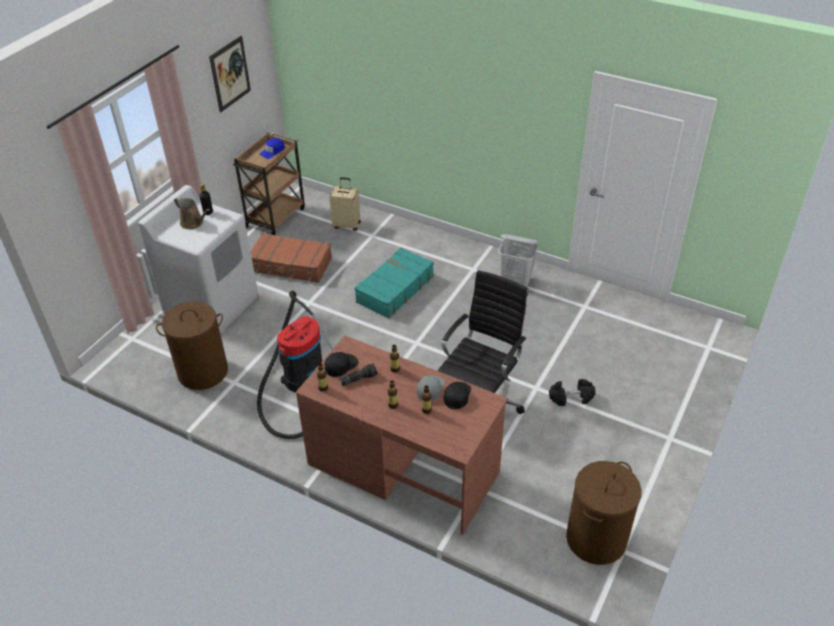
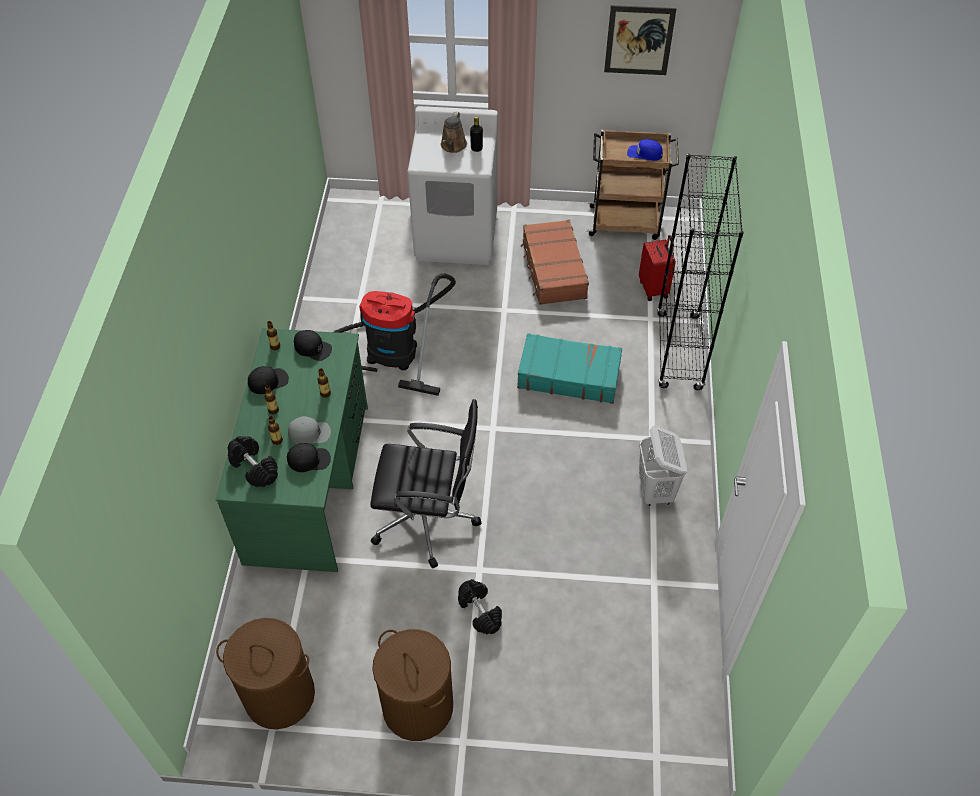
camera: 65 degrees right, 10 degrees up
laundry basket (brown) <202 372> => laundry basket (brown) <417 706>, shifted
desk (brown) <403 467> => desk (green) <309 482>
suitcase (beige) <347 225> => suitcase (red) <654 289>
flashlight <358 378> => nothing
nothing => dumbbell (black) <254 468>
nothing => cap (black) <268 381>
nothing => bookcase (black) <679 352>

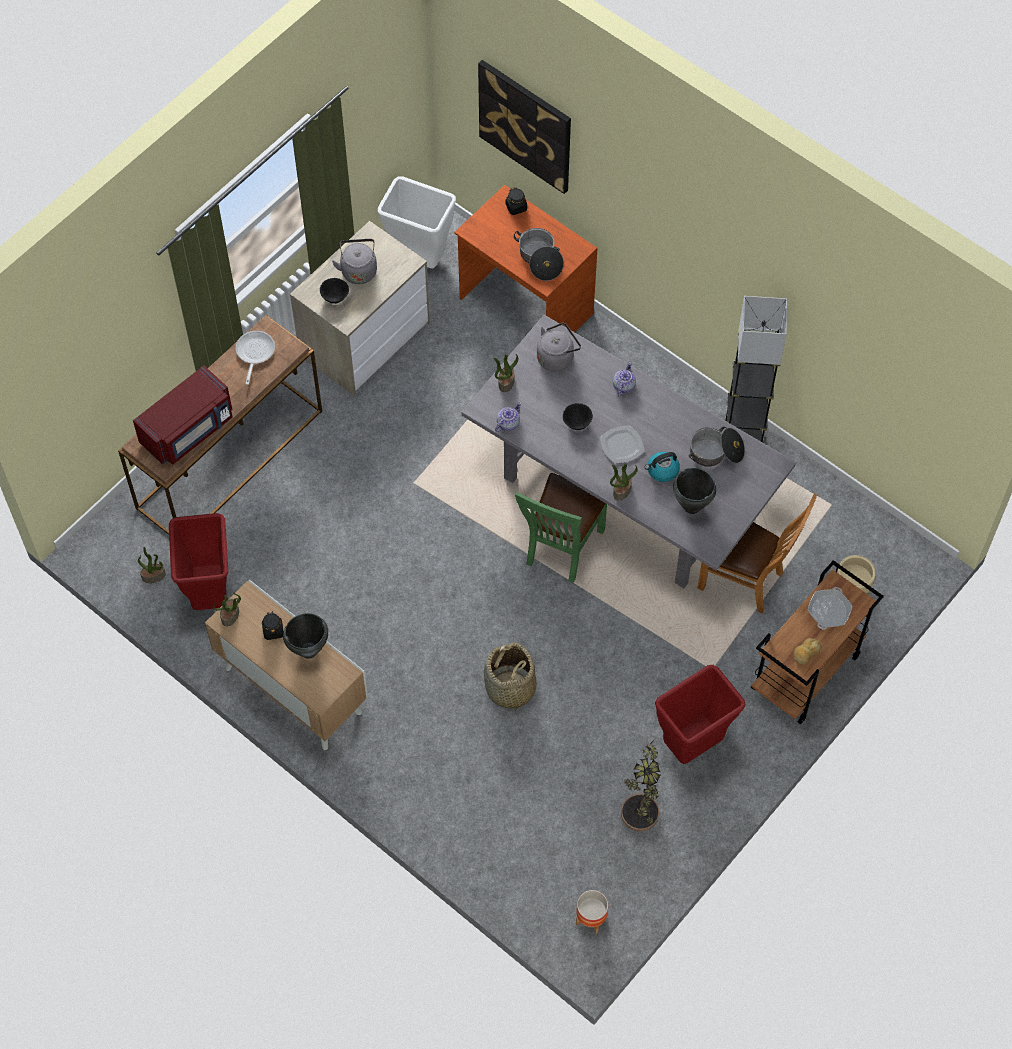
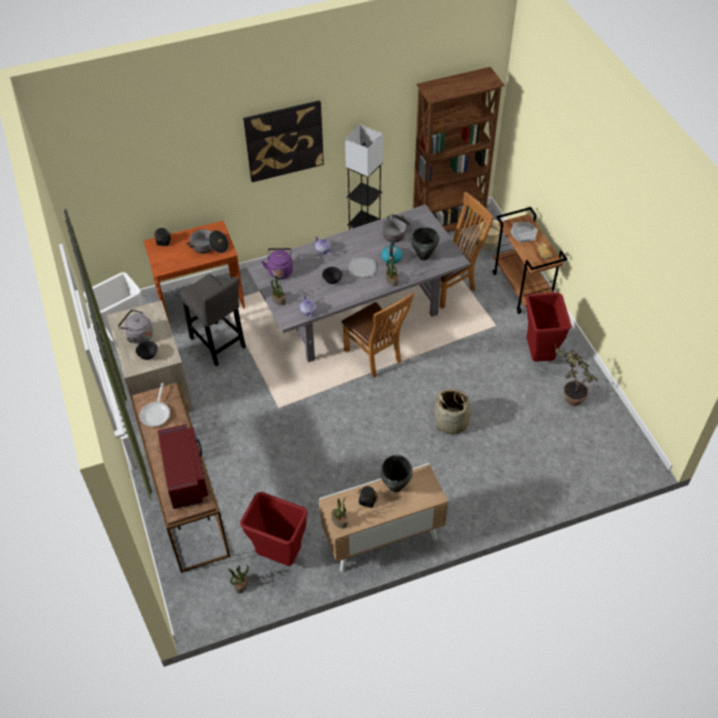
camera: 60 degrees left, 10 degrees down
frying pan <254 353> => frying pan <156 413>, 120 degrees counterclockwise
picture <525 125> => picture <284 140>, shifted
chair (green) <561 550> => chair (brown) <375 357>
kettle (grey) <557 357> => kettle (purple) <280 270>
planter <591 919> => nothing
nothing => stool (grey) <218 345>
nothing => bookcase (brown) <448 226>

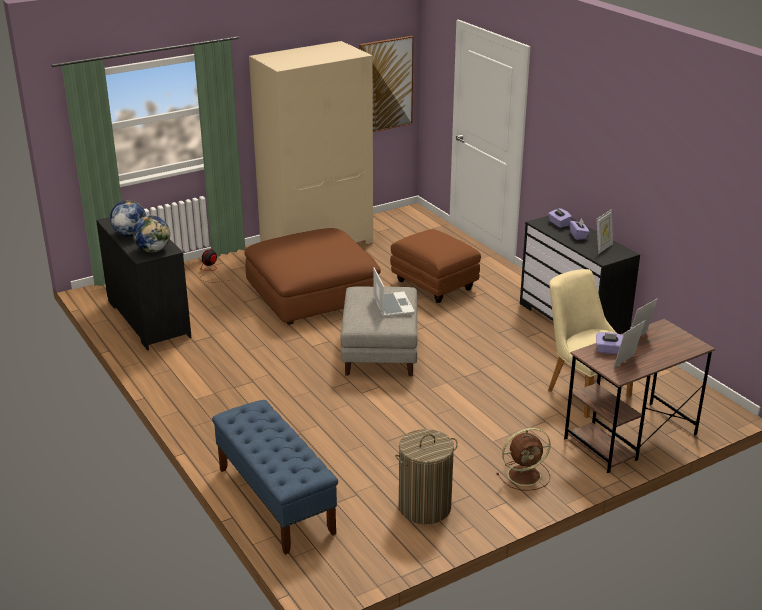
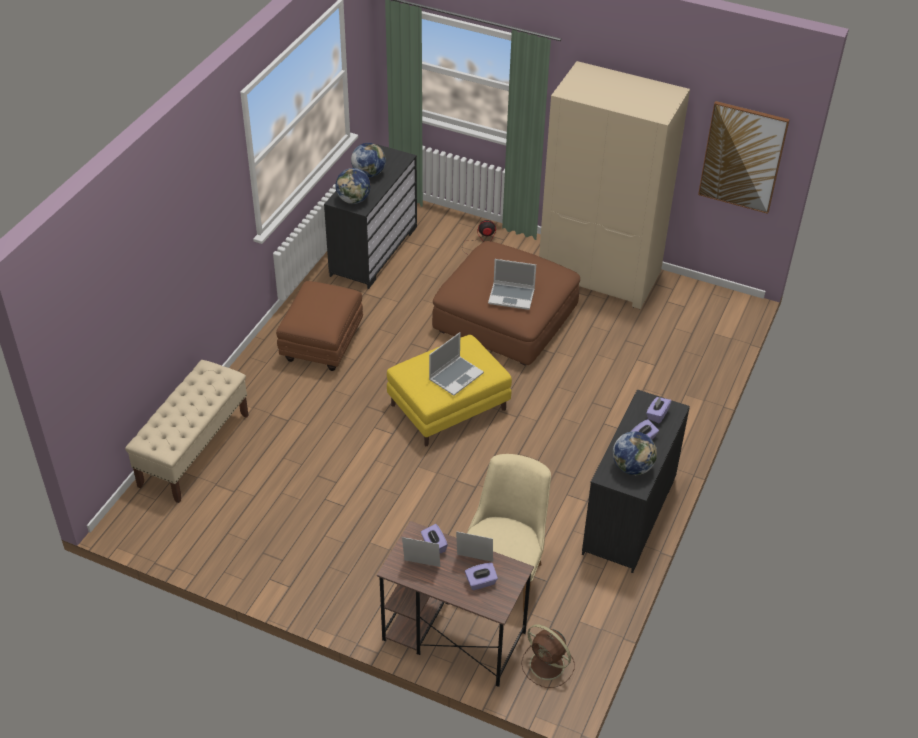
camera: 55 degrees right, 15 degrees up
bench (blue) <275 500> => bench (beige) <194 450>
ottoman (grey) <379 351> => ottoman (yellow) <449 407>
ottoman (brown) <433 285> => ottoman (brown) <322 344>, shifted
laundry basket <424 507> => nothing
fan (brown) <525 475> => fan (brown) <548 666>, shifted
picture frame <603 248> => globe <632 467>
nothing => tissue box (purple) <481 582>
nothing => laptop <512 296>

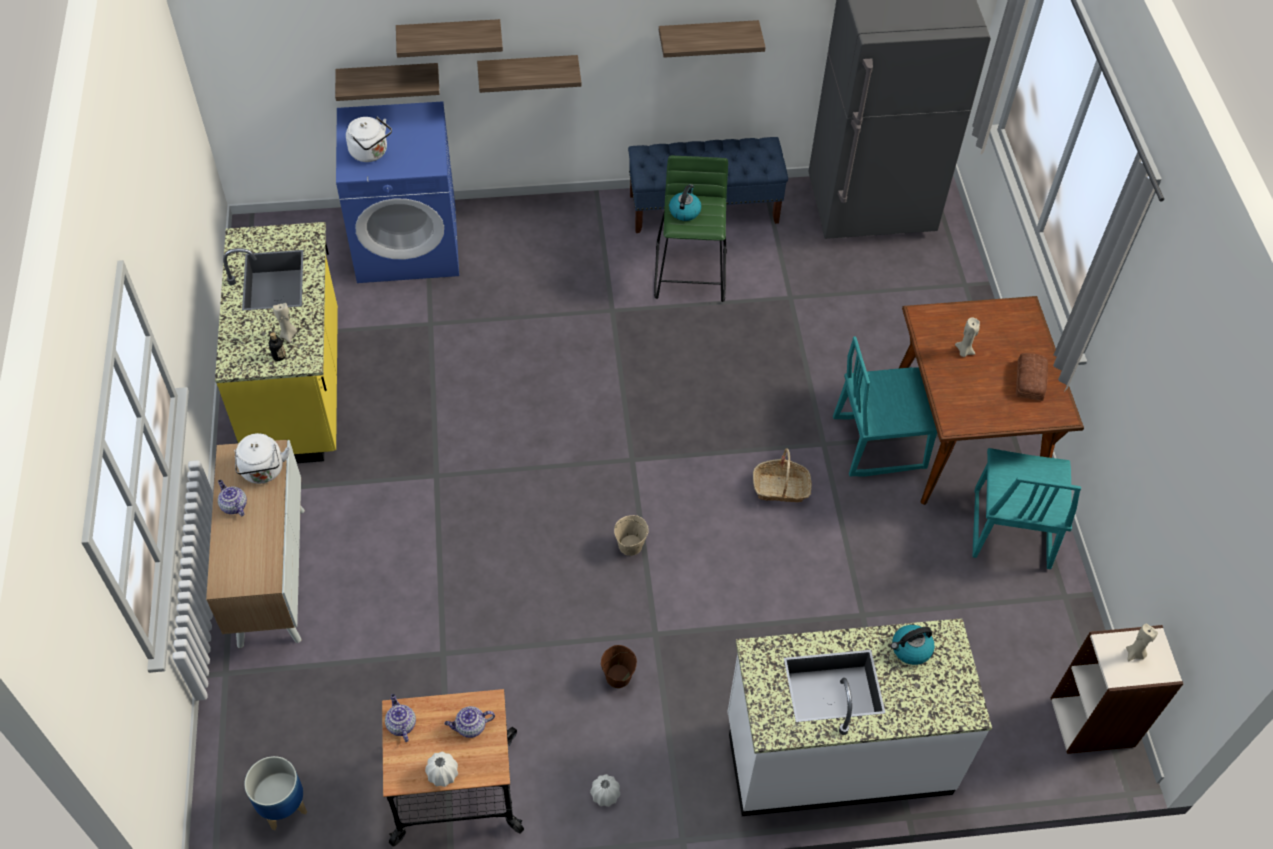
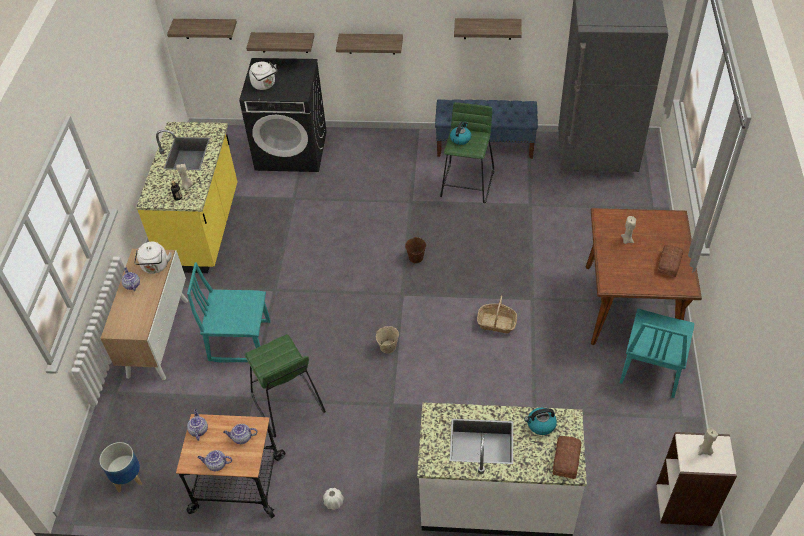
camera: 15 degrees right, 5 degrees down
washing machine (blue) <408 244> => washing machine (black) <292 150>
shelf <449 37> => shelf <207 28>, shifted
vase (white) <442 774> => teapot <216 464>
bucket (brown) <618 677> => bucket (brown) <416 258>, shifted
chair (turquoise) <879 442> => chair (turquoise) <240 340>, shifted
nothing => stool (green) <287 404>
nothing => bread <565 460>

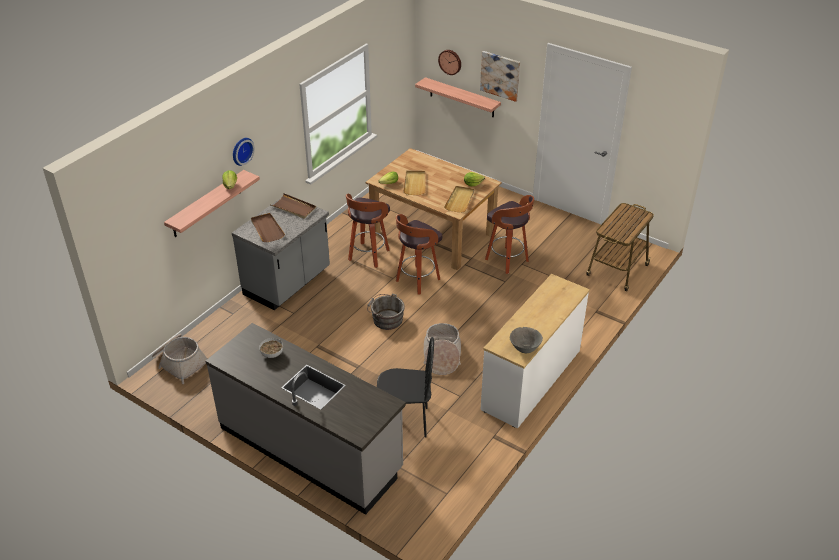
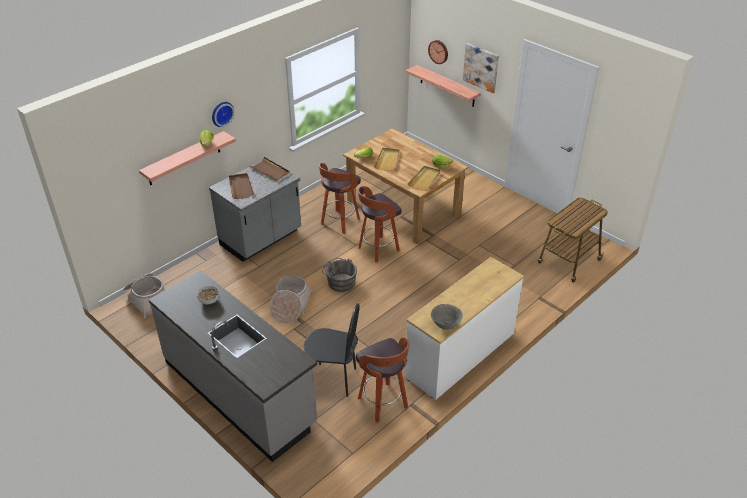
camera: 10 degrees right, 0 degrees up
basket <441 356> => basket <290 306>, shifted
stool <508 261> => stool <383 403>, shifted

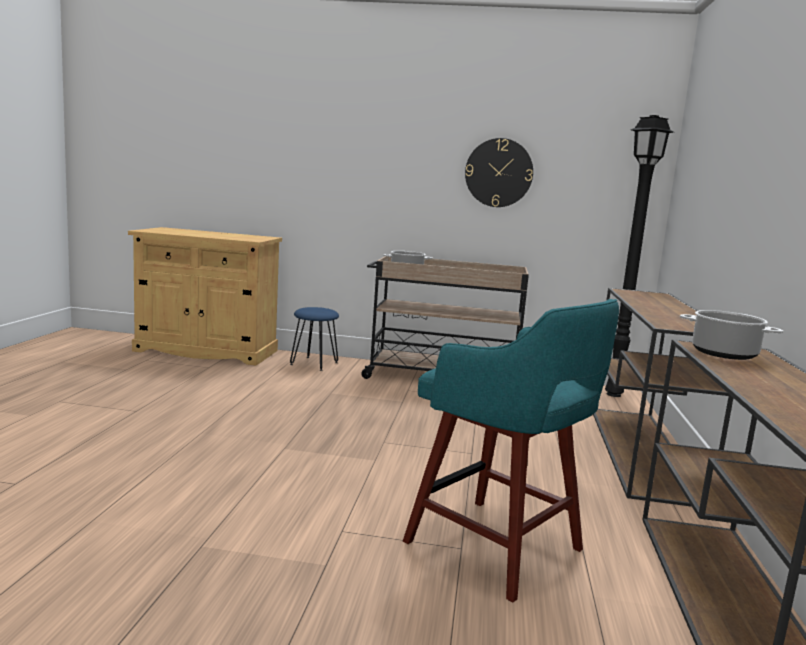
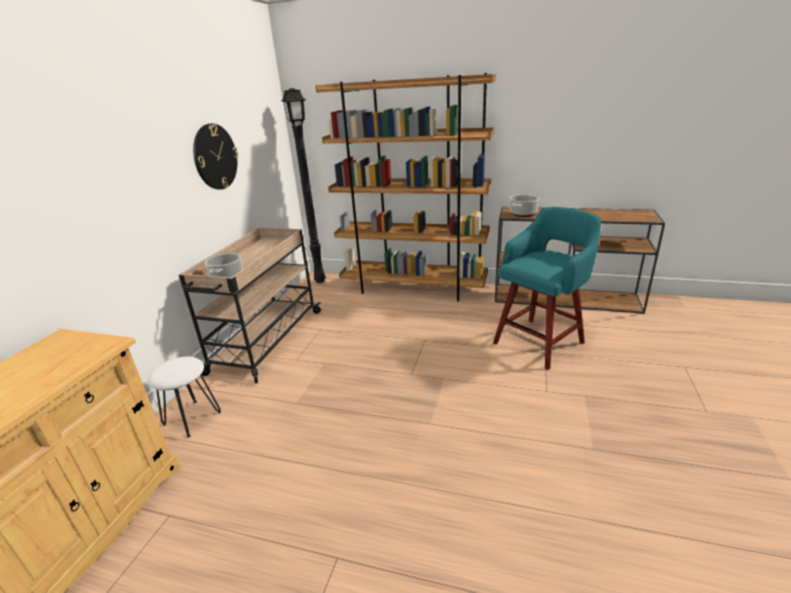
camera: 80 degrees left, 15 degrees up
stool (blue) <314 363> => stool (white) <191 418>
console table (brown) <642 452> => bookcase (brown) <414 288>

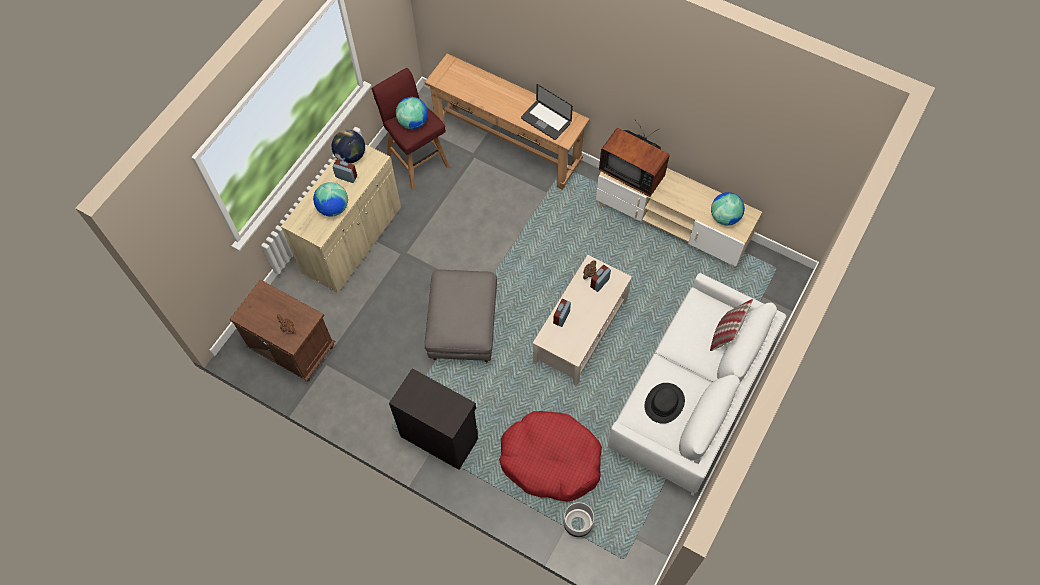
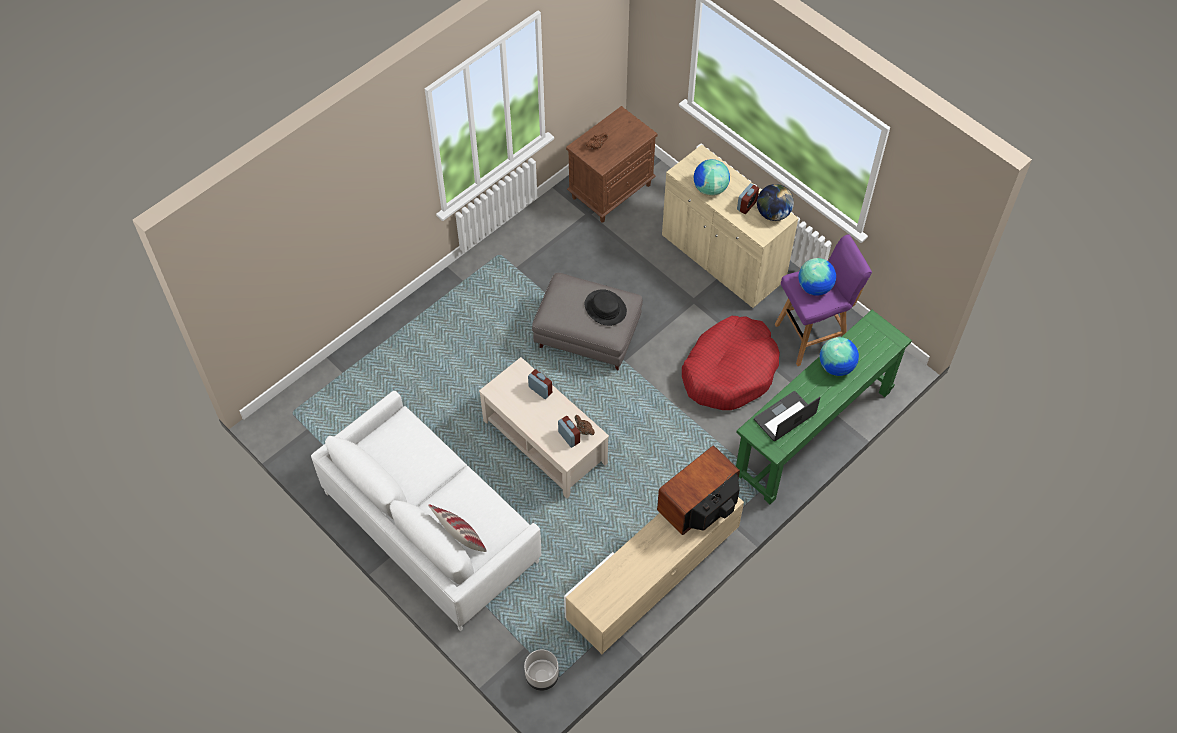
camera: 105 degrees right, 5 degrees down
stool (red) <417 161> => stool (purple) <812 336>
cabinet (black) <439 436> => nothing
console table (brown) <507 146> => console table (green) <813 432>
dog bed (red) <551 460> => dog bed (red) <729 370>, shifted
planter (grey) <578 523> => planter (grey) <542 676>, shifted
hat (black) <664 403> => hat (black) <605 308>, shifted
globe <724 217> => globe <836 366>, shifted

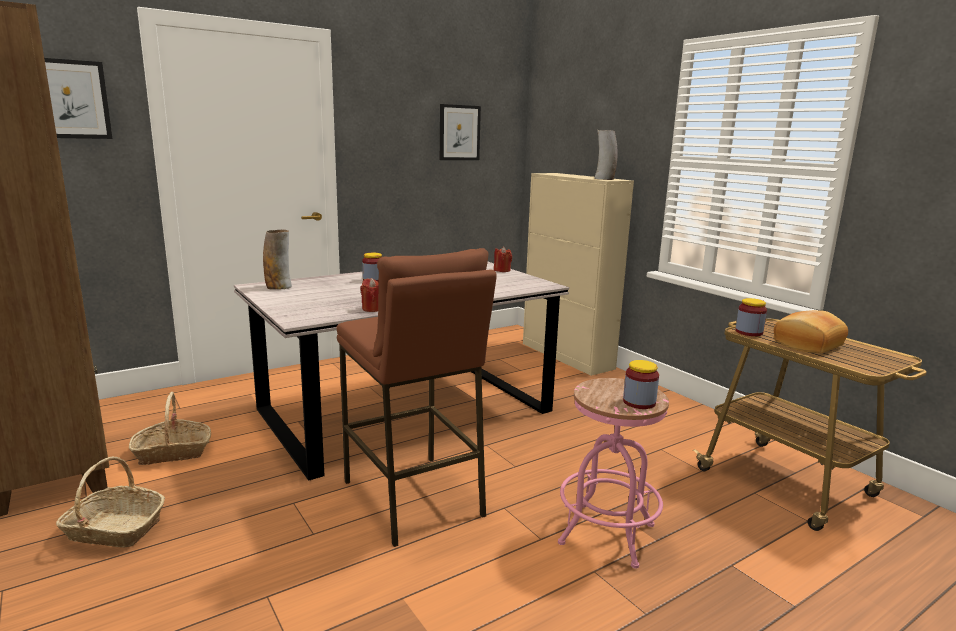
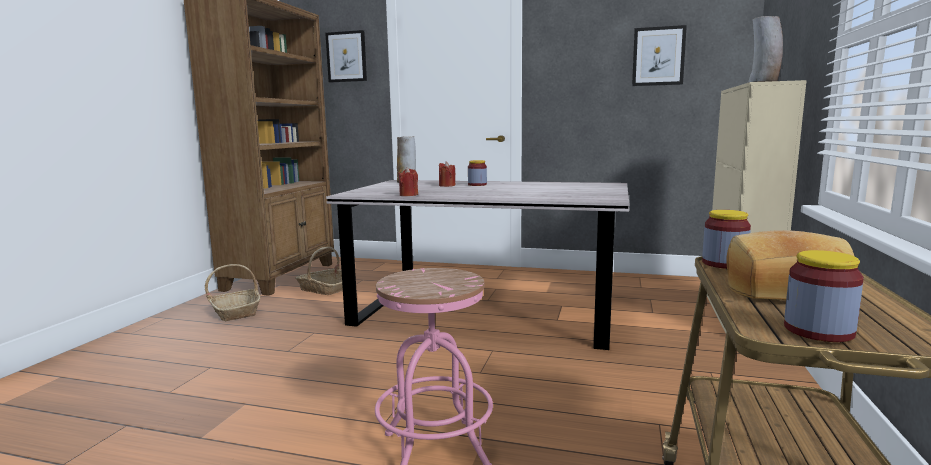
camera: 50 degrees right, 5 degrees down
stool (brown) <413 498> => nothing
candle (red) <502 270> => candle (red) <447 185>, shifted
jar <639 402> => jar <818 330>, shifted

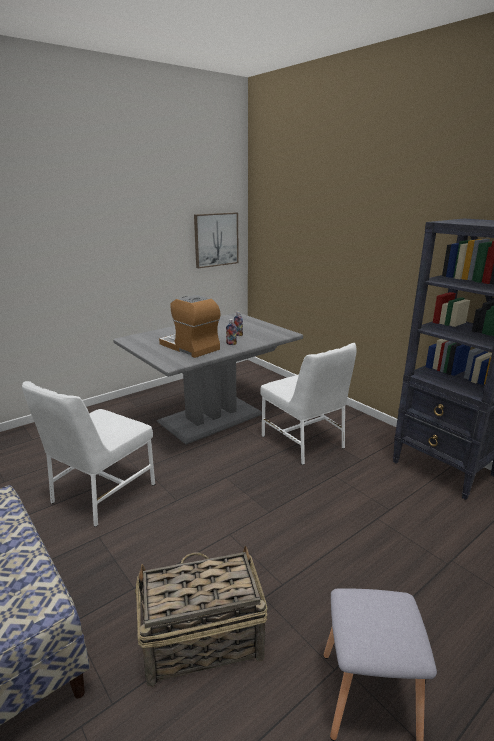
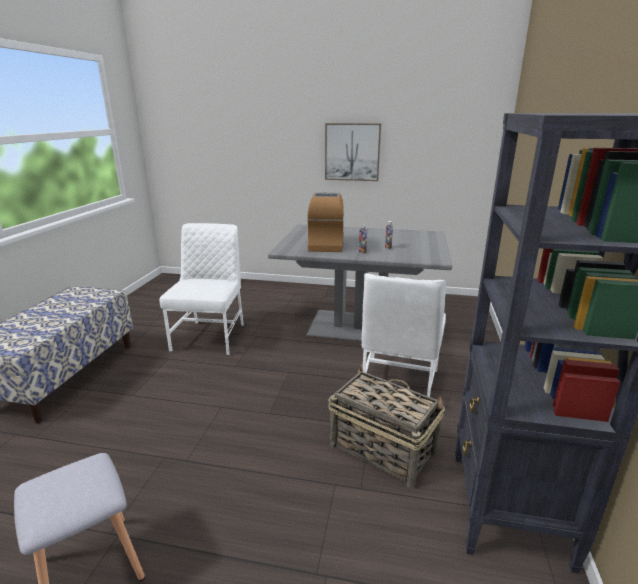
camera: 50 degrees right, 0 degrees up
chair (white) <101 493> => chair (white) <210 337>, 105 degrees clockwise
basket <201 640> => basket <381 448>, shifted
picture <216 239> => picture <352 152>, shifted

